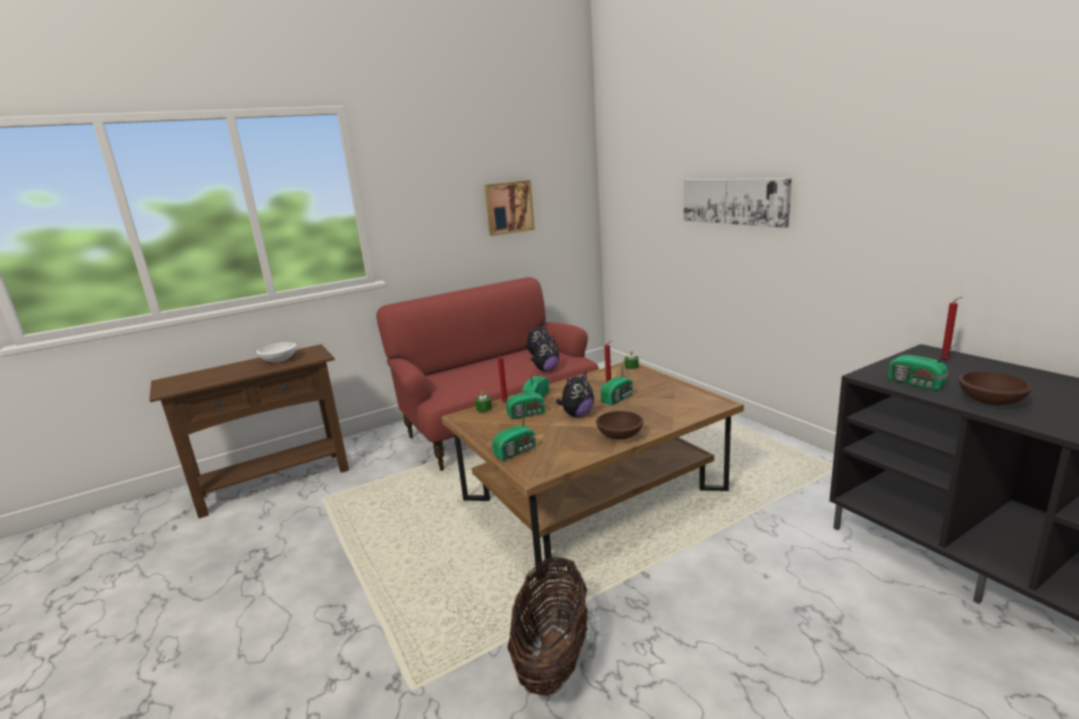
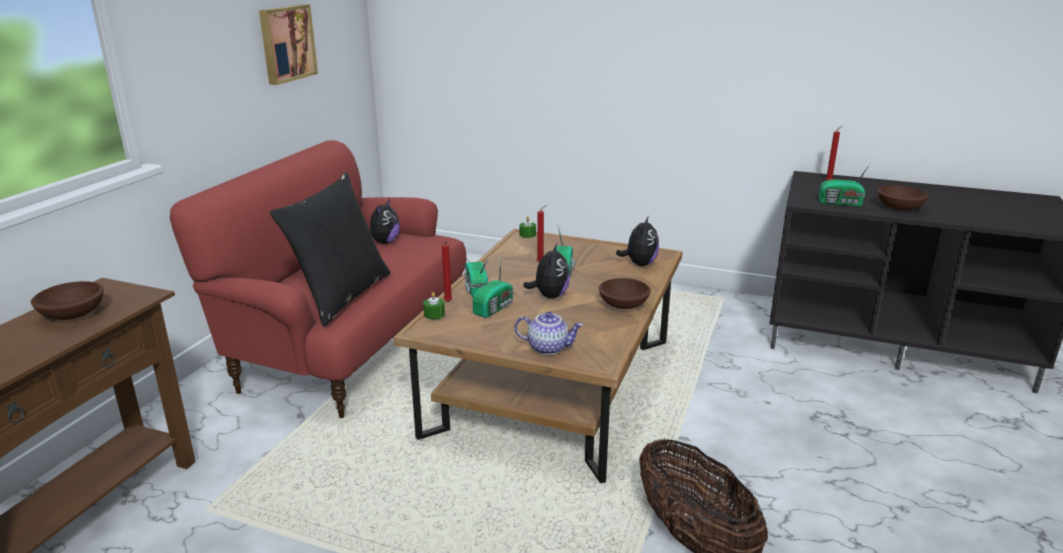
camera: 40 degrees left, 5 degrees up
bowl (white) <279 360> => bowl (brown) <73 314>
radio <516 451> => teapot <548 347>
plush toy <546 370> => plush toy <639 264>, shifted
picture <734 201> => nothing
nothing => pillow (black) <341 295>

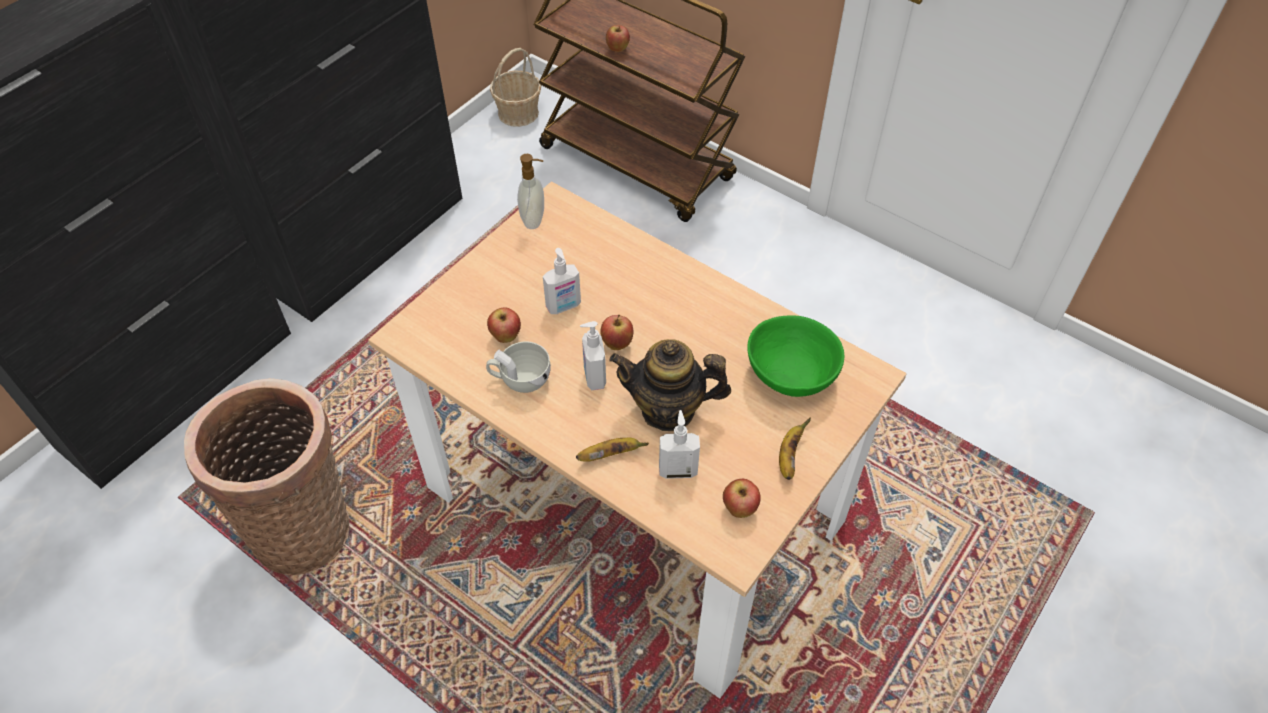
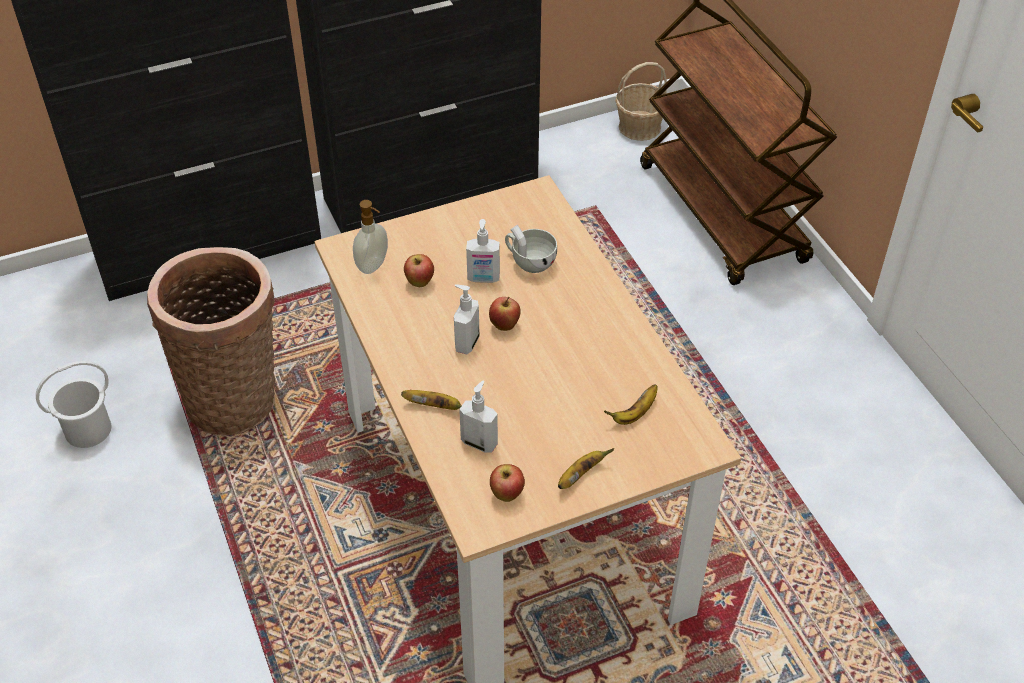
camera: 30 degrees right, 5 degrees down
cup (white) <520 379> => cup (white) <529 261>, shifted
soap dispenser <534 219> => soap dispenser <373 265>, shifted
apple <617 49> => nothing
teapot <668 409> => nothing
bowl (green) <792 375> => banana <634 414>
nothing => bucket (white) <87 429>

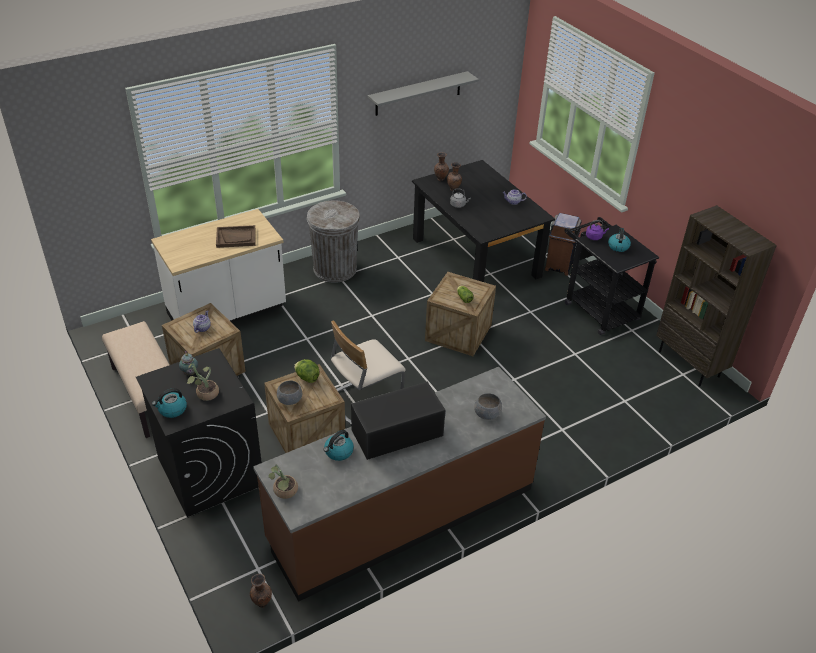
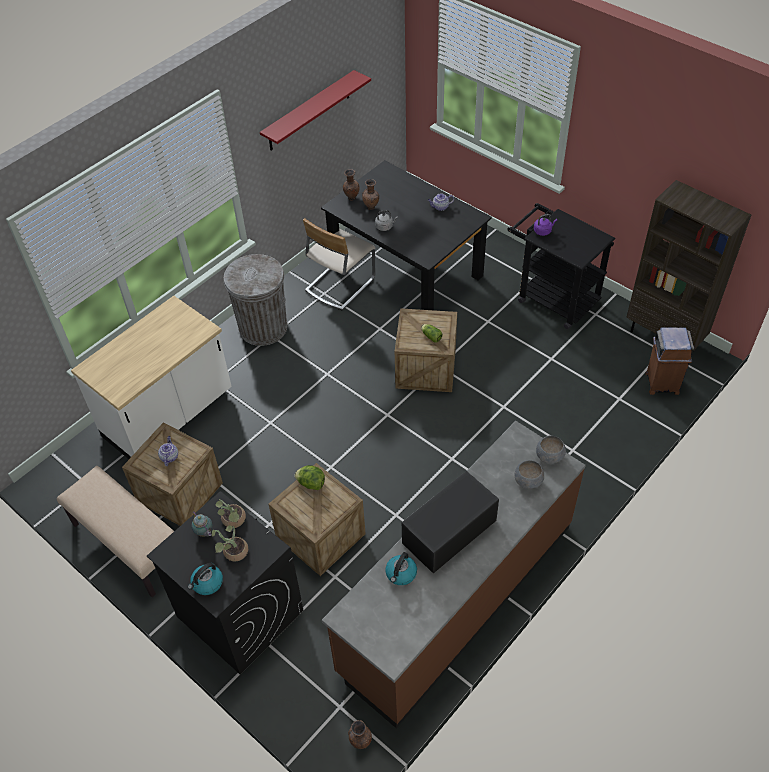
camera: 15 degrees left, 10 degrees up
tray (brown) <236 237> => nothing
potted plant <284 493> => potted plant <233 521>, shifted
bowl (grey) <289 399> => bowl (grey) <549 456>, shifted
chair (beige) <363 399> => chair (beige) <339 284>, shifted
shelf (grey) <418 93> => shelf (red) <309 111>
trash can (brown) <559 266> => trash can (brown) <662 382>, shifted
kettle <618 246> => nothing

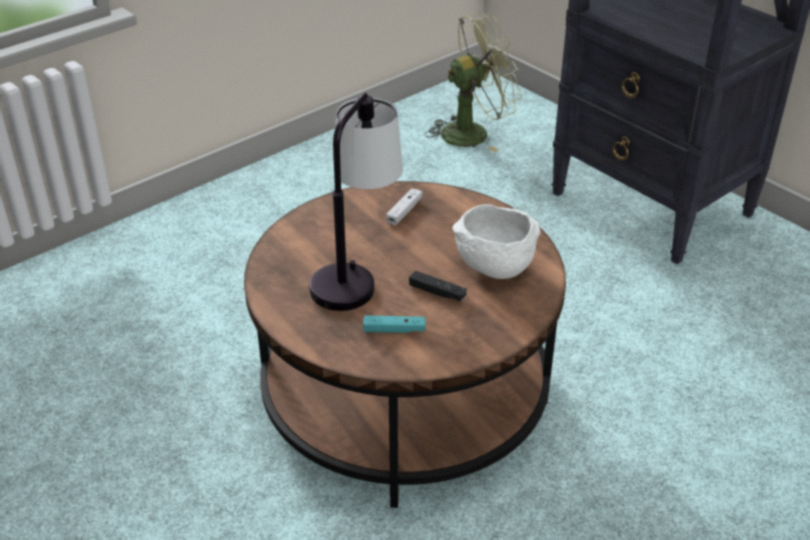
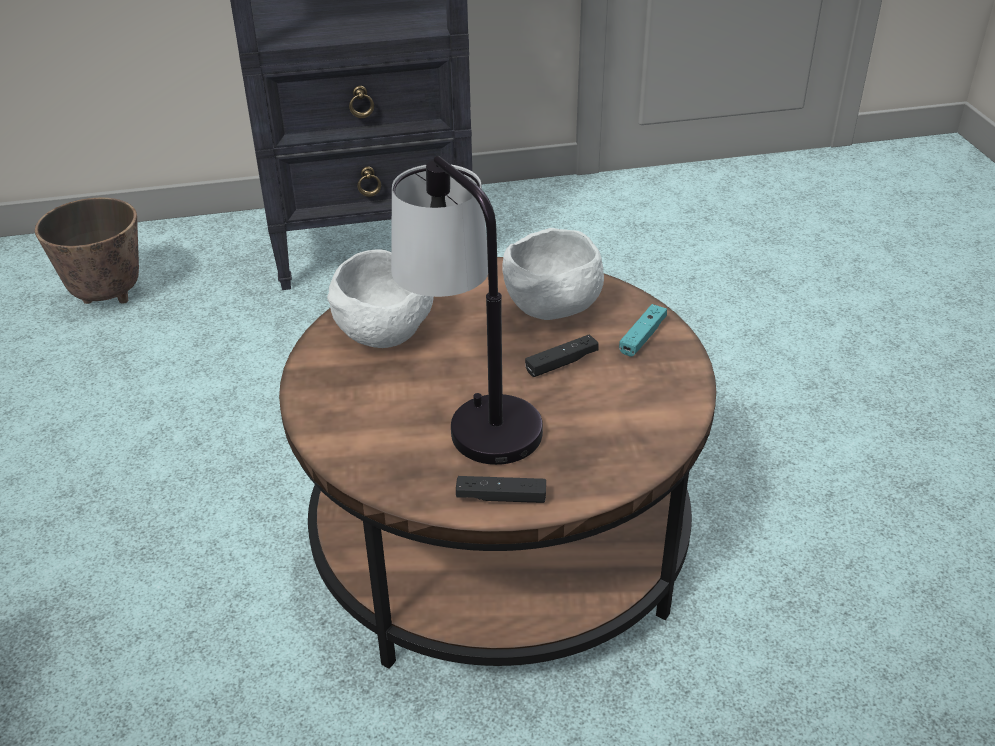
camera: 60 degrees left, 0 degrees up
game controller (turquoise) <394 330> => game controller (turquoise) <642 337>, shifted
game controller (white) <404 211> => bowl (white) <386 333>
fan (green) <473 132> => planter <107 296>
nothing => game controller (black) <501 497>

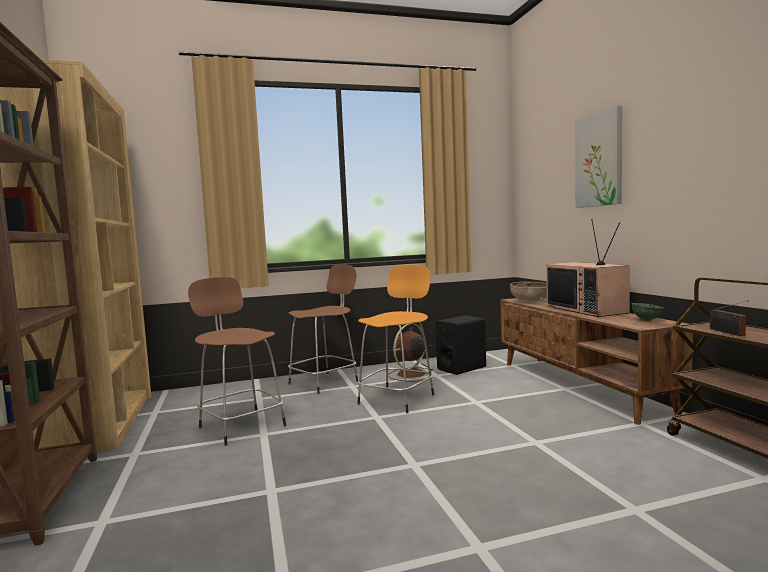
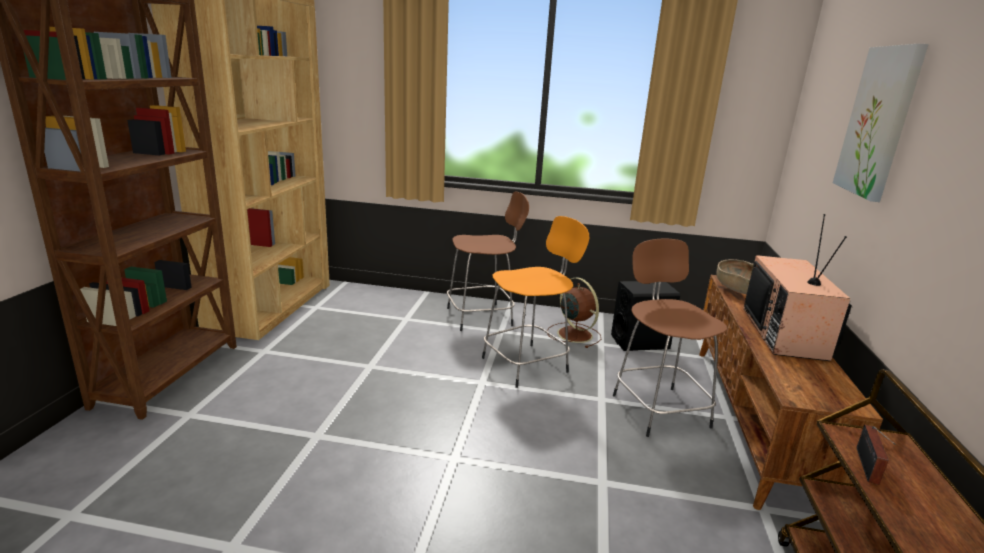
camera: 25 degrees right, 15 degrees up
stool (brown) <241 426> => stool (brown) <658 408>, shifted
fan (brown) <410 375> => fan (brown) <573 334>, 75 degrees clockwise
bowl (green) <646 320> => nothing

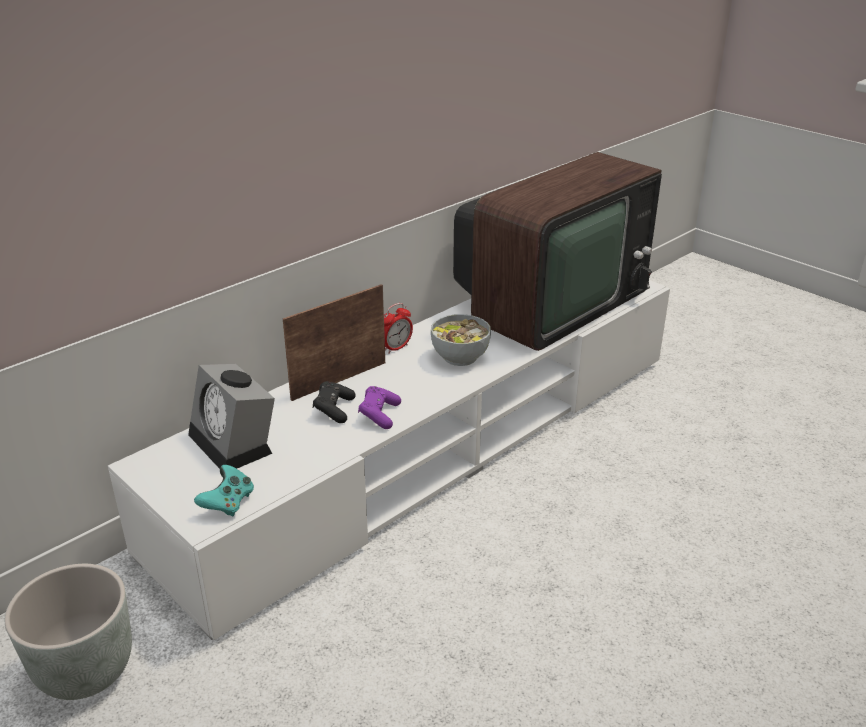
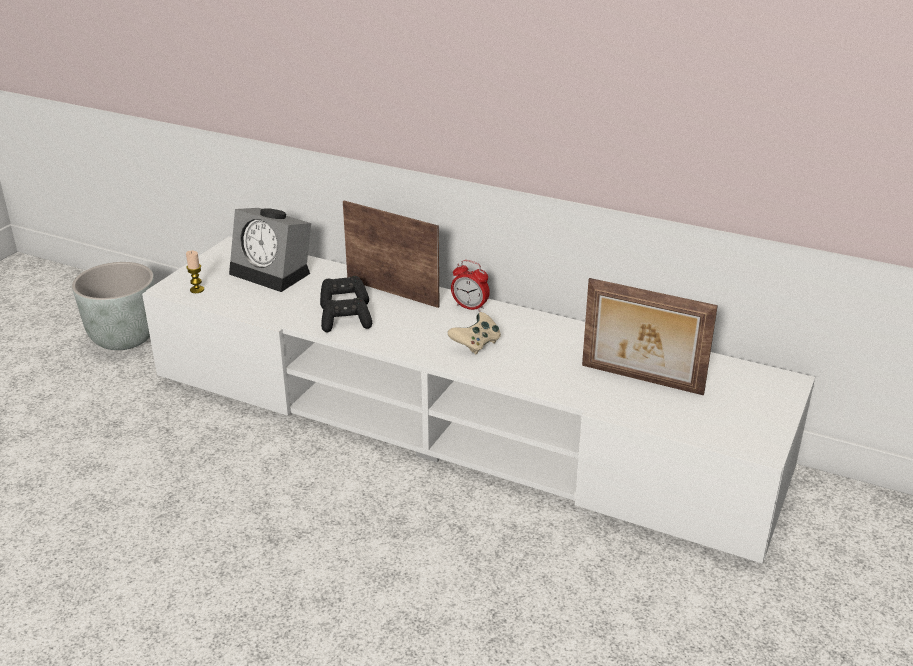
camera: 70 degrees right, 0 degrees up
alarm clock <235 443> => alarm clock <274 273>, 90 degrees counterclockwise
game controller (turquoise) <228 503> => candle <197 290>
game controller (purple) <379 415> => game controller (black) <346 323>
bowl <460 357> => game controller (beige) <476 344>
television <550 305> => picture frame <641 380>

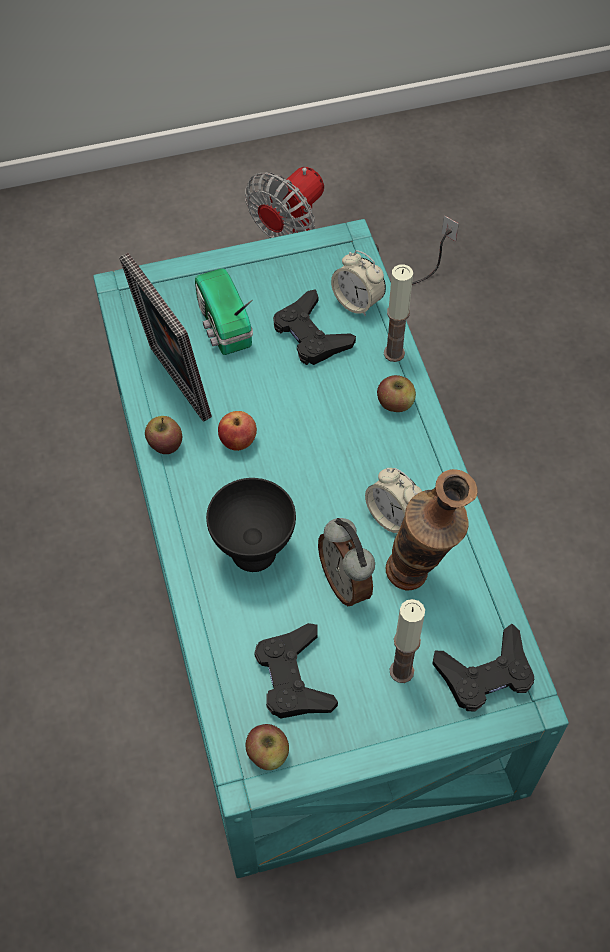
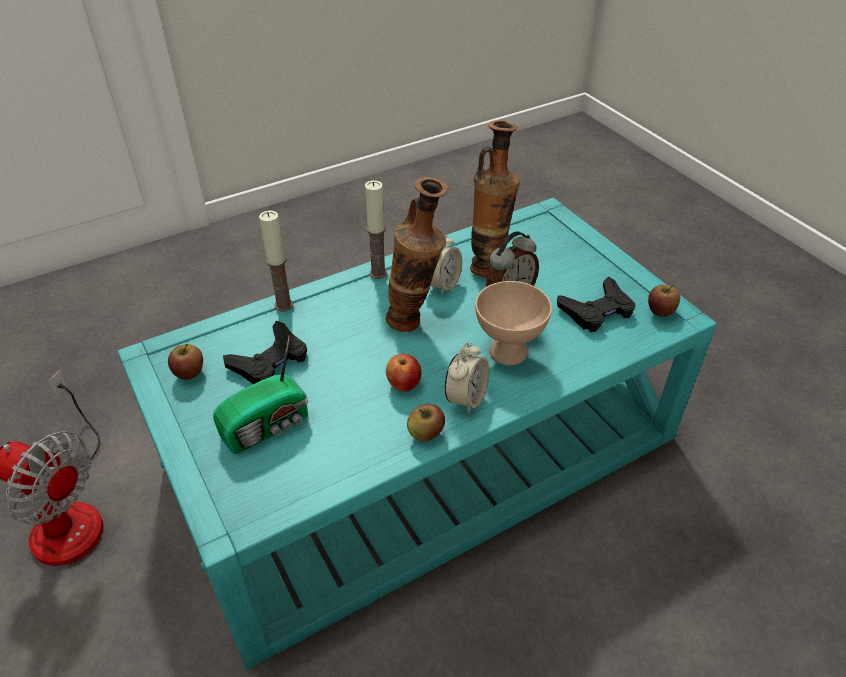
camera: 105 degrees left, 15 degrees down
picture frame <173 385> => nothing
bowl (black) <255 552> => bowl (beige) <507 351>
alarm clock <357 302> => alarm clock <466 398>, shifted
apple <395 403> => apple <189 372>, shifted
candle <401 671> => candle <378 273>, shifted
game controller (black) <485 674> => nothing
nothing => vase <415 323>

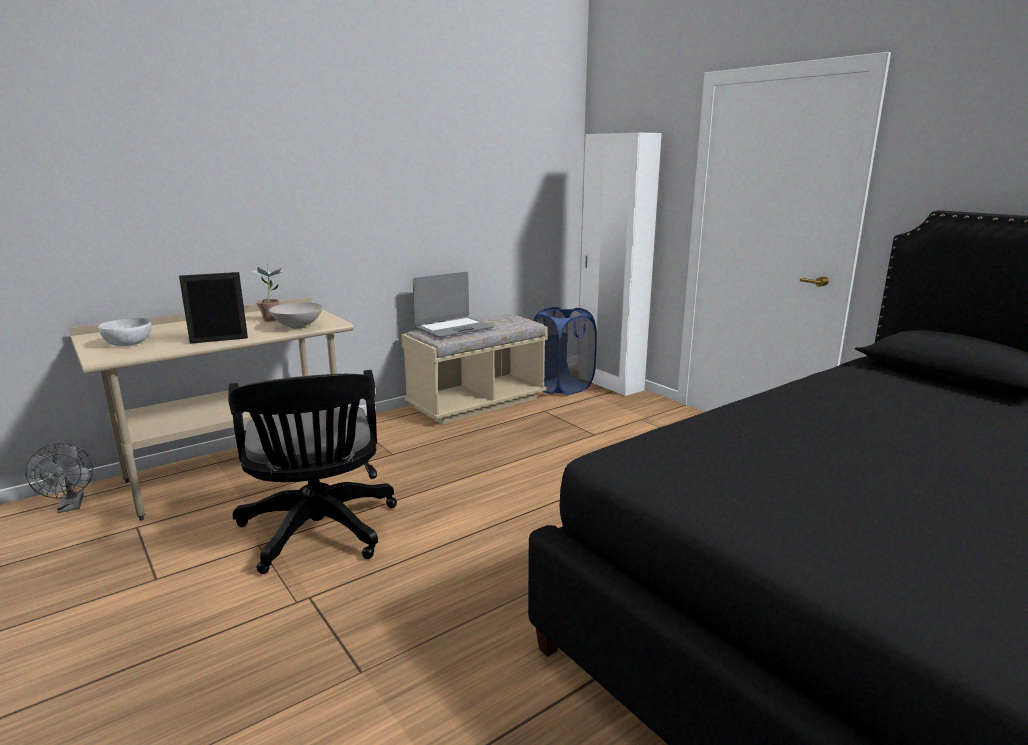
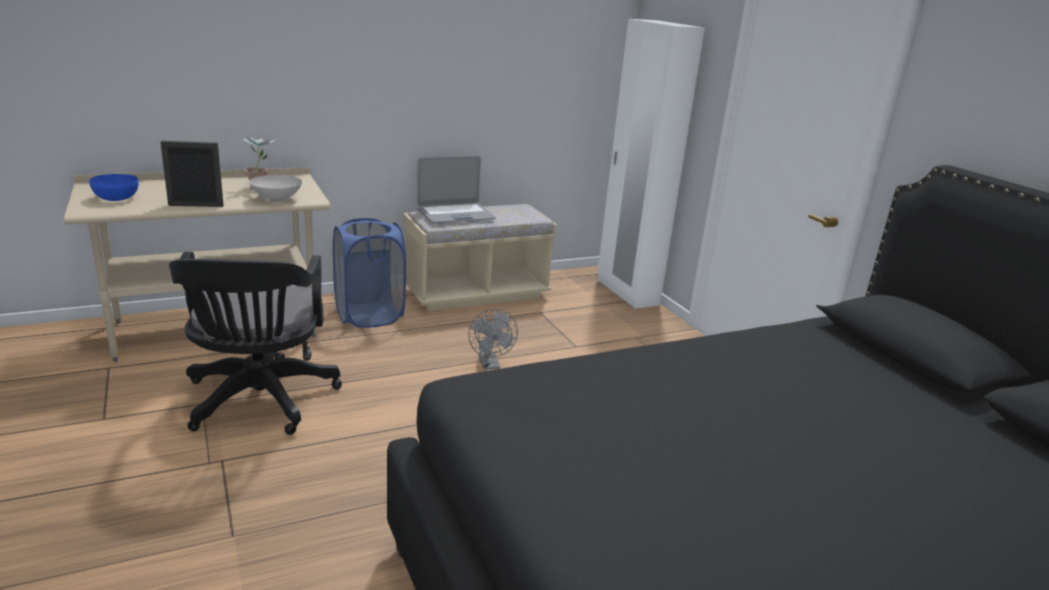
camera: 10 degrees right, 5 degrees up
fan (grey) <71 506> => fan (grey) <490 365>, shifted
bowl (white) <128 343> => bowl (blue) <117 198>
laundry basket (blue) <562 387> => laundry basket (blue) <369 315>, shifted

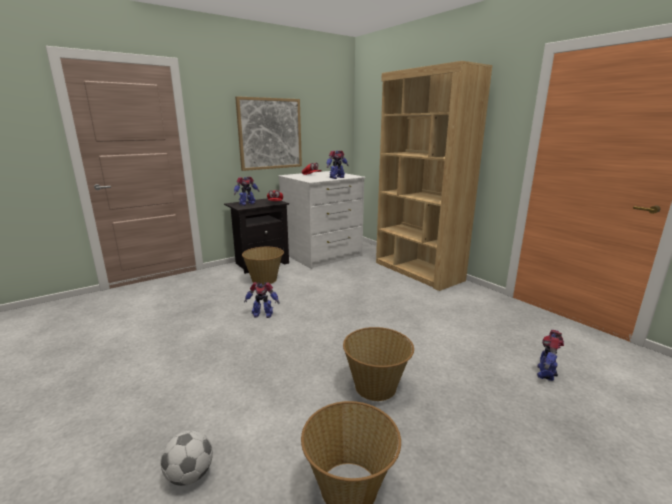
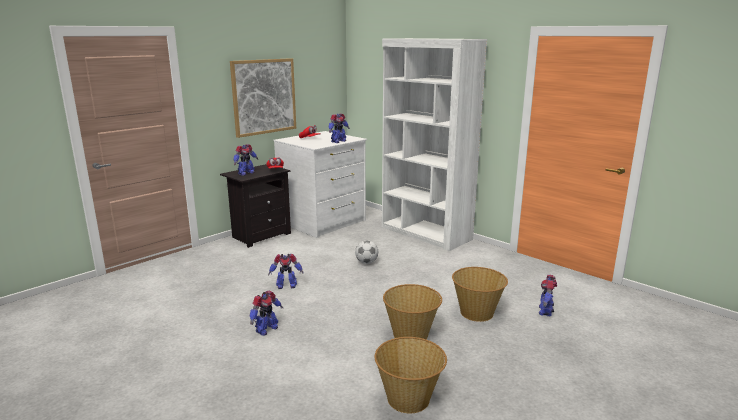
camera: 10 degrees left, 0 degrees up
football <190 475> => football <366 262>, shifted
basket <264 279> => basket <477 312>, shifted
bookcase (brown) <417 271> => bookcase (white) <425 233>
nothing => toy robot <266 329>

